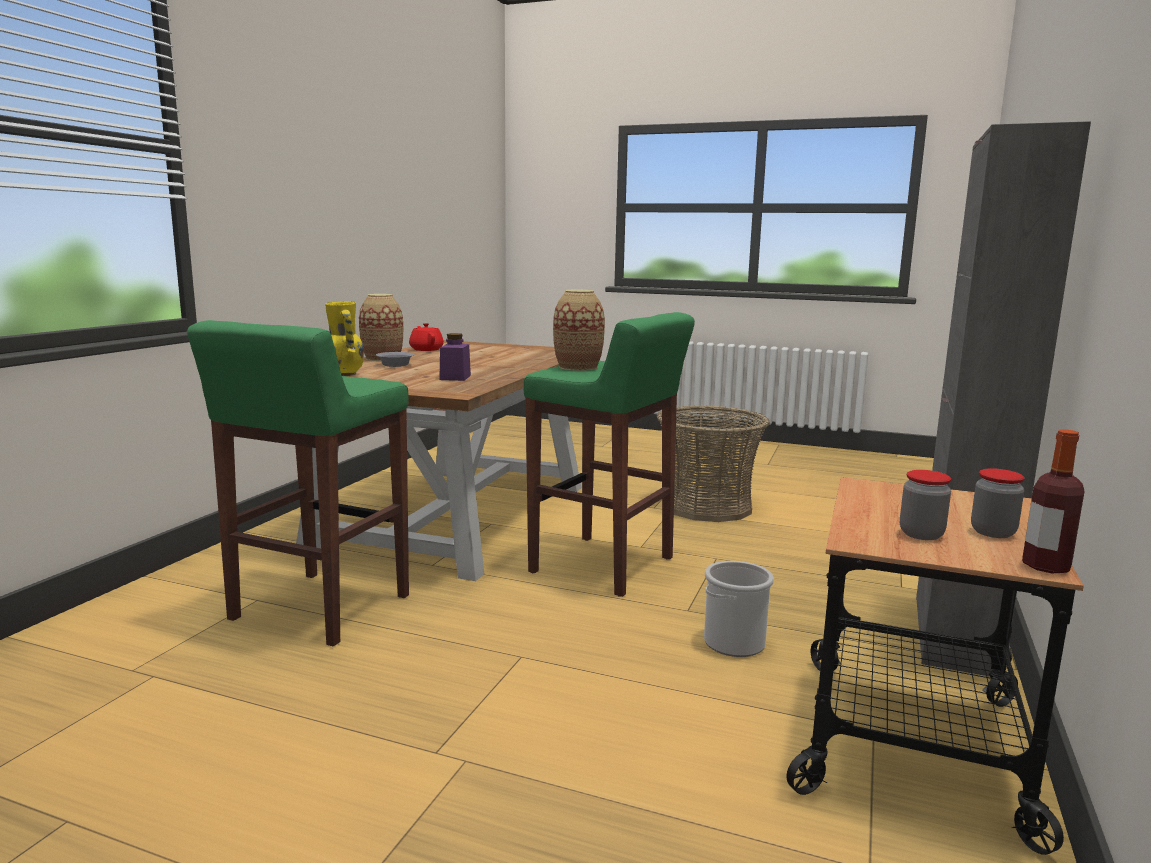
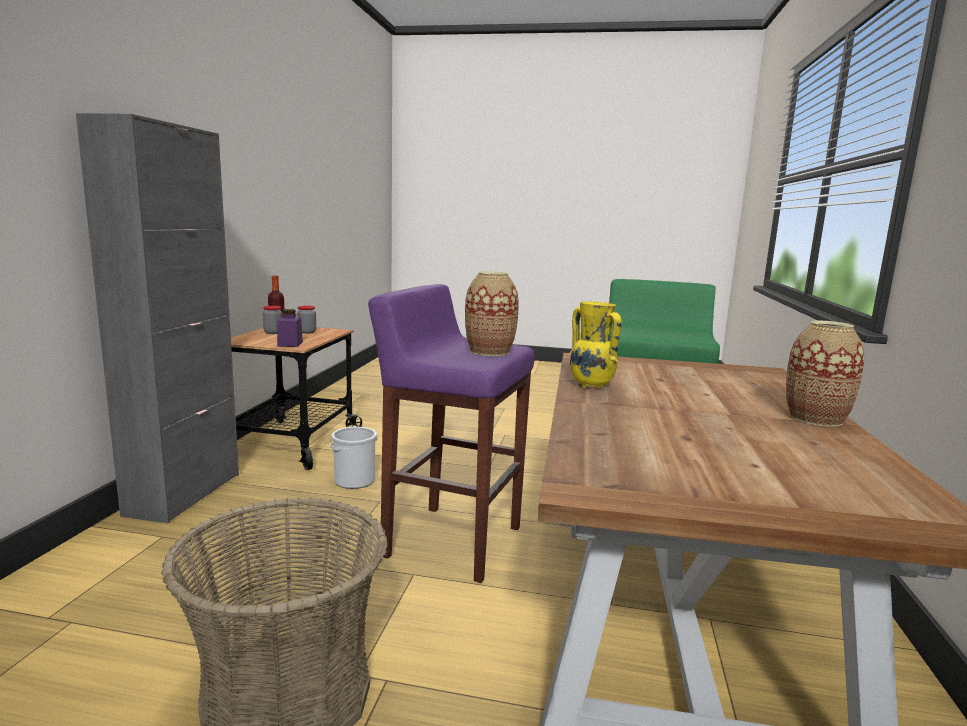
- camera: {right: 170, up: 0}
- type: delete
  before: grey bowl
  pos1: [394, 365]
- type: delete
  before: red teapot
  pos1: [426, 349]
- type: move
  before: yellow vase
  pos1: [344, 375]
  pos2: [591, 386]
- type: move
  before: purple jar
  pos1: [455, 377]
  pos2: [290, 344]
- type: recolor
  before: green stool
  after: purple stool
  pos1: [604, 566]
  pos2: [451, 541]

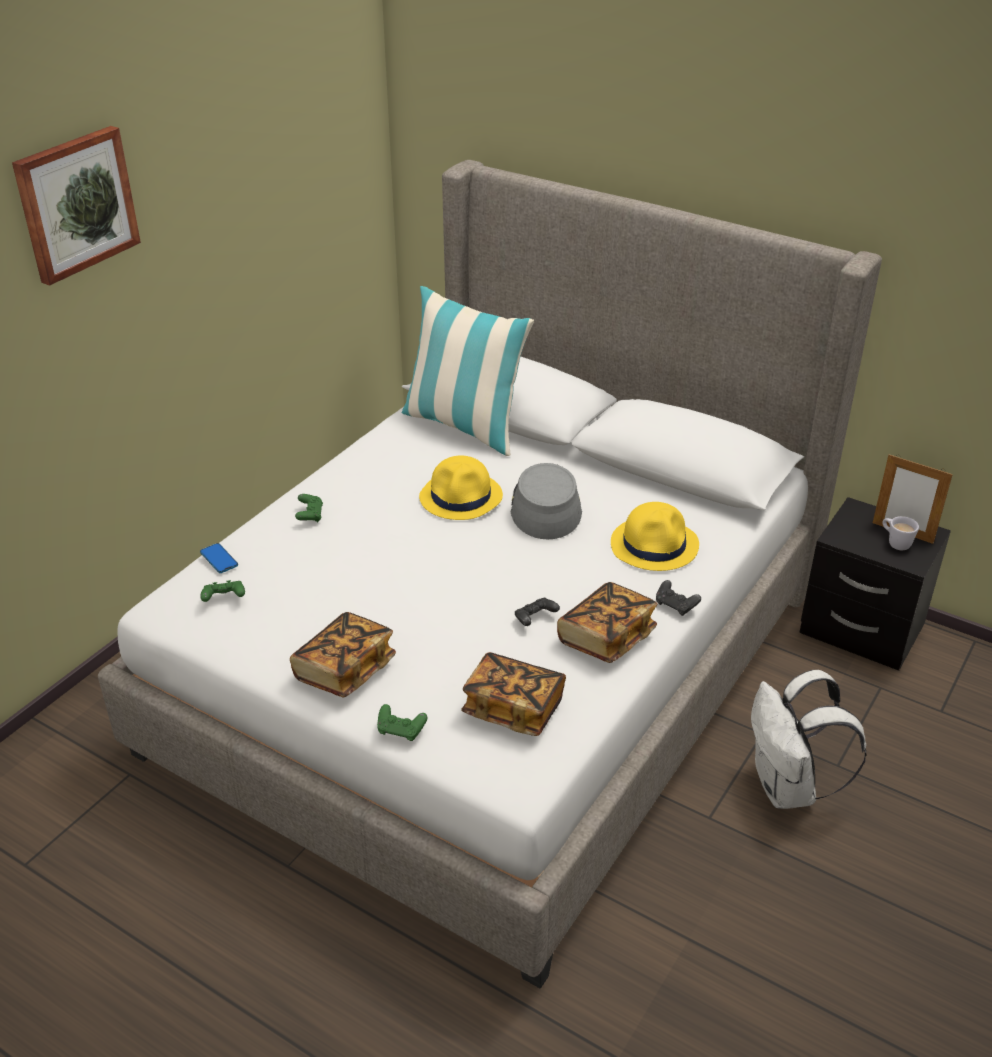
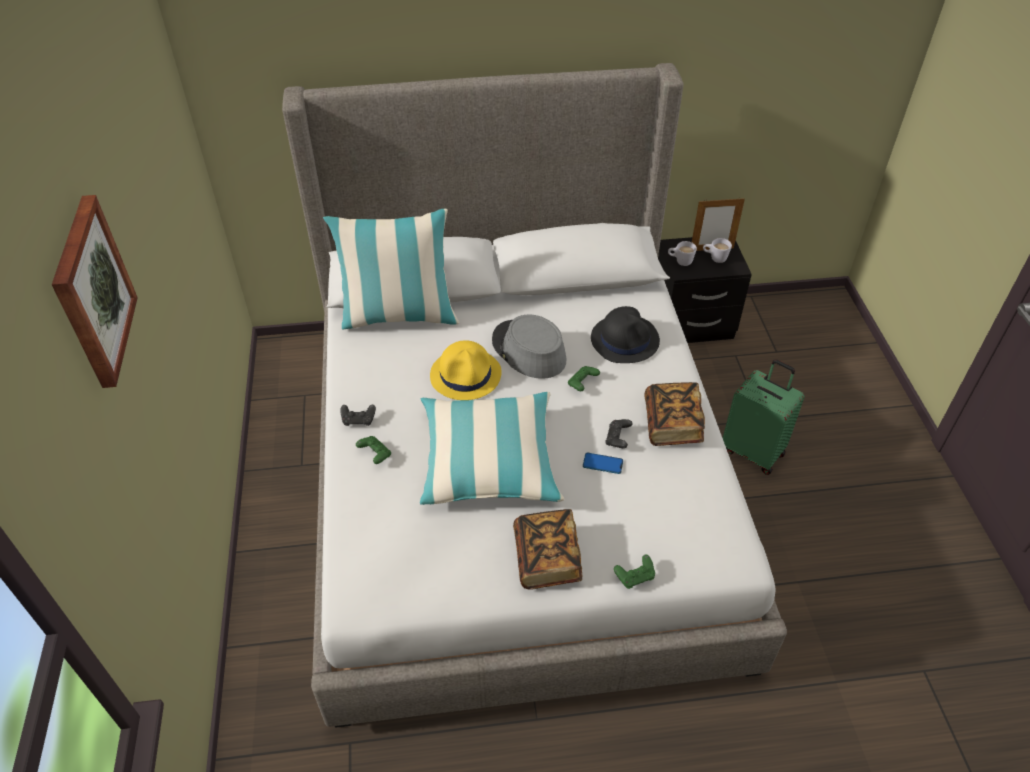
- camera: {right: -40, up: 10}
- type: delete
  before: book
  pos1: [513, 708]
- type: insert
  after: pillow
  pos2: [489, 460]
- type: insert
  after: white mug
  pos2: [680, 261]
- type: move
  before: phone
  pos1: [219, 559]
  pos2: [602, 464]
- type: move
  before: green game controller
  pos1: [224, 598]
  pos2: [582, 383]
- type: move
  before: black game controller
  pos1: [676, 605]
  pos2: [359, 420]
- type: replace
  before: white backpack
  after: green suitcase
  pos1: [788, 788]
  pos2: [753, 451]
- type: recolor
  before: yellow hat
  after: black hat
  pos1: [655, 545]
  pos2: [625, 339]

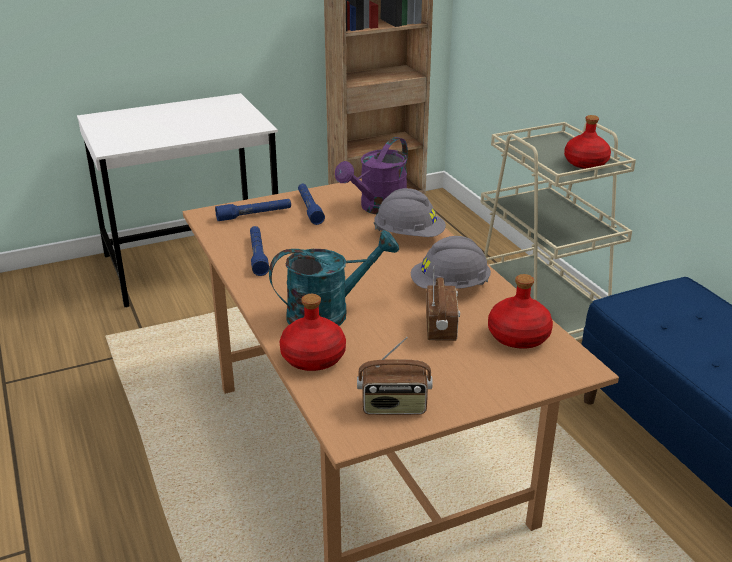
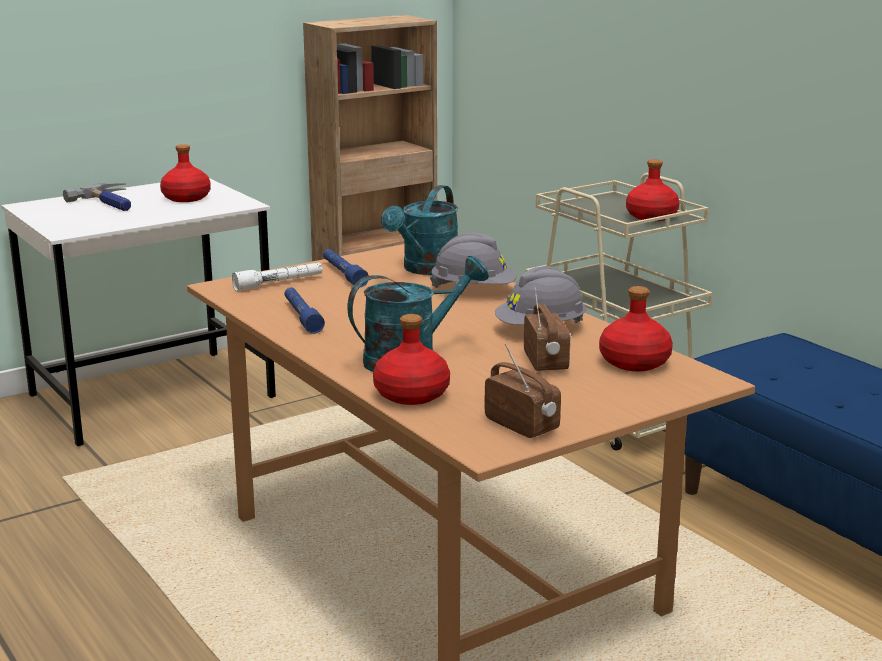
- camera: {right: -10, up: -10}
- type: insert
  after: hammer
  pos2: [111, 203]
- type: insert
  after: red bottle
  pos2: [186, 198]
- type: recolor
  before: blue flashlight
  after: white flashlight
  pos1: [254, 215]
  pos2: [279, 283]
- type: recolor
  before: purple watering can
  after: turquoise watering can
  pos1: [378, 208]
  pos2: [426, 269]
- type: rotate
  before: radio
  pos1: [394, 407]
  pos2: [522, 425]
  turn: -120

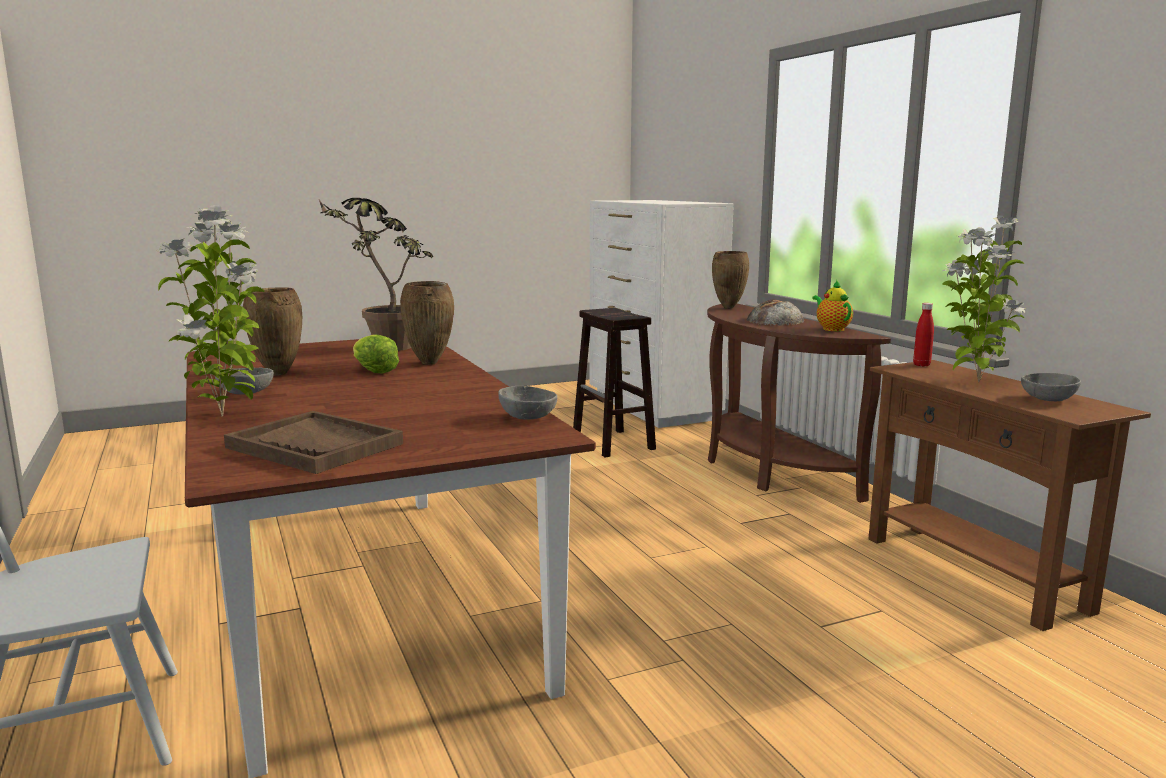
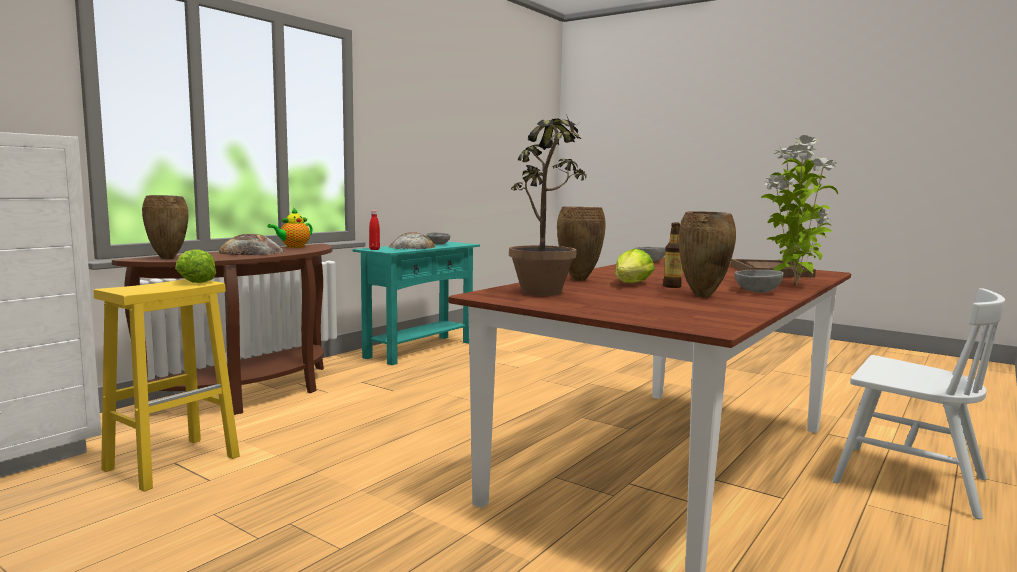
- camera: {right: -120, up: -5}
- type: insert
  after: lettuce
  pos2: [194, 281]
- type: insert
  after: bottle
  pos2: [672, 286]
- type: replace
  before: potted plant
  after: bread
  pos1: [975, 382]
  pos2: [412, 247]
- type: recolor
  before: brown stool
  after: yellow stool
  pos1: [614, 443]
  pos2: [174, 462]
- type: recolor
  before: brown console table
  after: turquoise console table
  pos1: [973, 573]
  pos2: [420, 349]

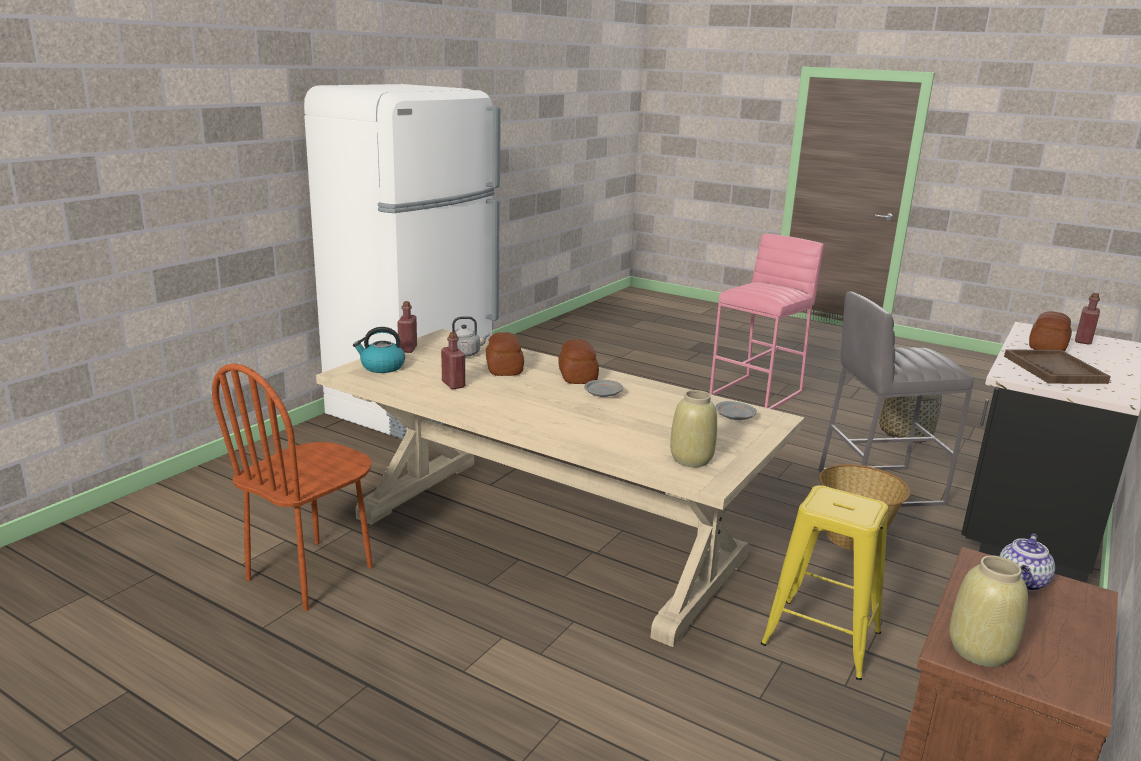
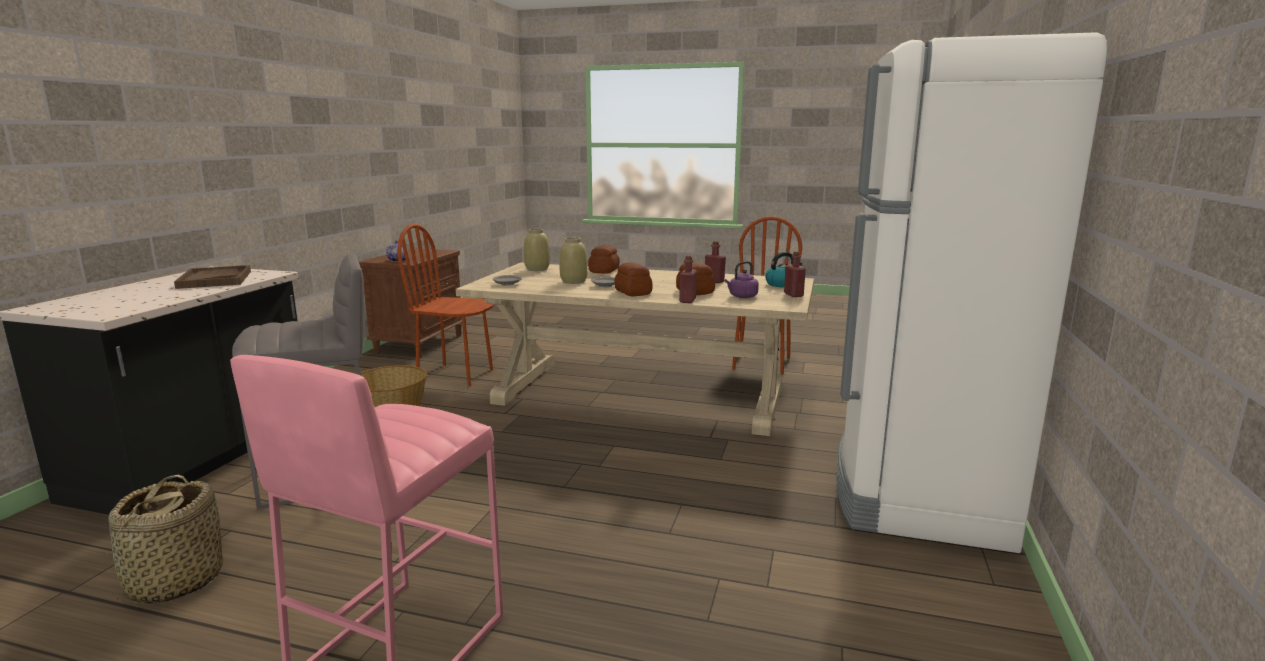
- camera: {right: 165, up: -5}
- type: move
  before: beige vase
  pos1: [979, 651]
  pos2: [574, 281]
- type: move
  before: bread
  pos1: [1046, 347]
  pos2: [604, 270]
- type: move
  before: red bottle
  pos1: [1083, 341]
  pos2: [687, 301]
- type: replace
  before: yellow stool
  after: brown chair
  pos1: [821, 638]
  pos2: [456, 375]
- type: recolor
  before: grey kettle
  after: purple kettle
  pos1: [466, 354]
  pos2: [742, 296]

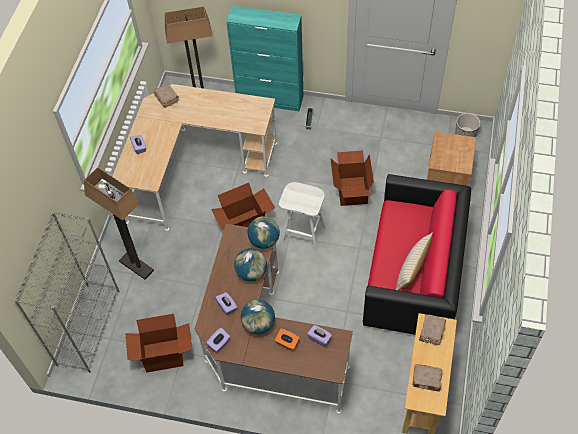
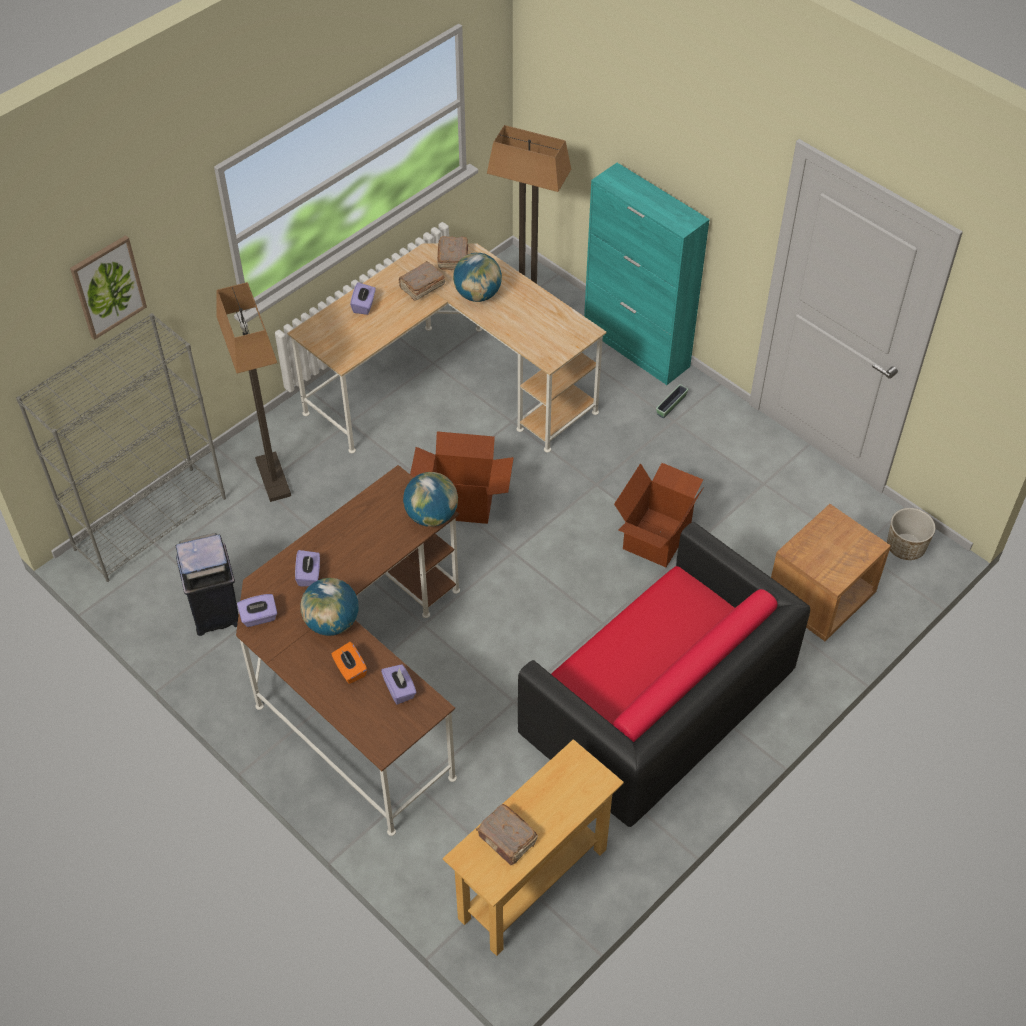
- camera: {right: 30, up: -5}
- type: delete
  before: white stool
  pos1: [304, 234]
- type: delete
  before: beige pillow
  pos1: [412, 269]
- type: insert
  after: picture
  pos2: [108, 286]
- type: move
  before: globe
  pos1: [251, 272]
  pos2: [478, 295]
- type: move
  before: brown book
  pos1: [431, 332]
  pos2: [421, 287]
- type: replace
  before: cardboard box
  after: black trash can
  pos1: [163, 354]
  pos2: [216, 613]

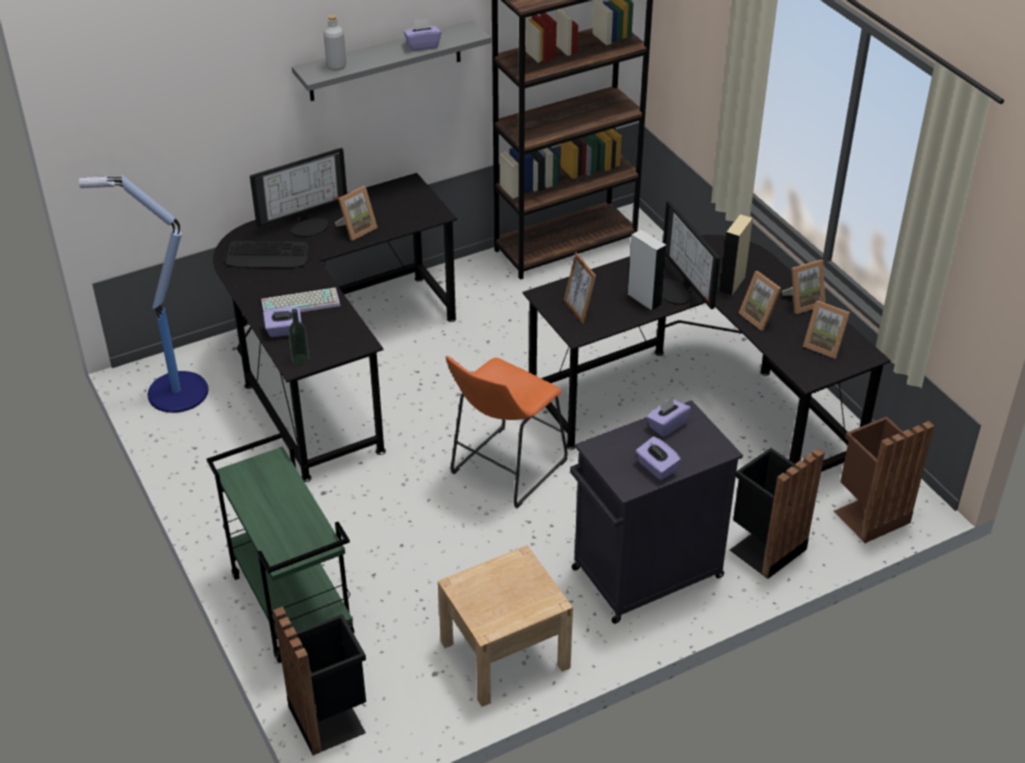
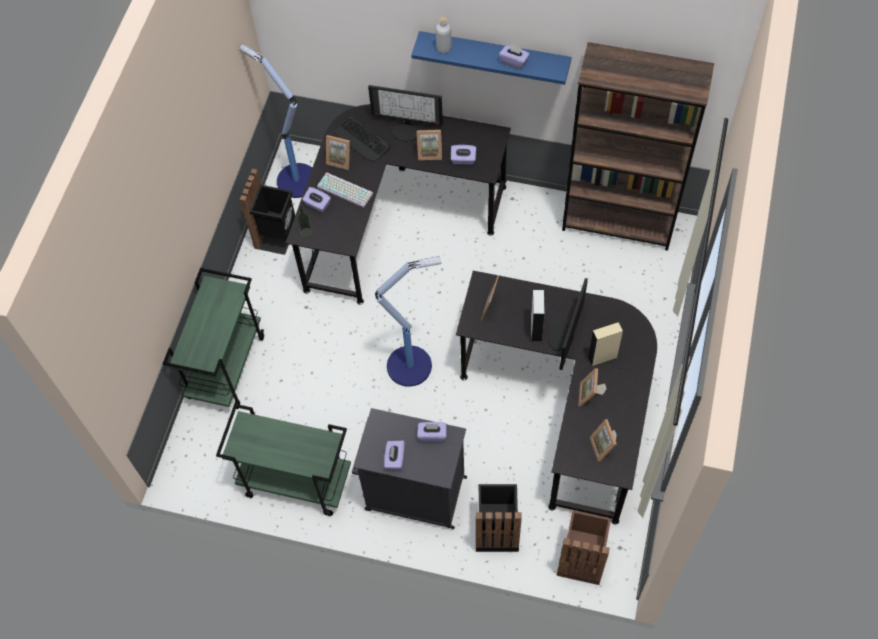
- camera: {right: 45, up: 20}
- type: insert
  after: purple tissue box
  pos2: [463, 160]
- type: move
  before: black trash can
  pos1: [330, 718]
  pos2: [277, 236]
- type: move
  before: picture frame
  pos1: [802, 302]
  pos2: [340, 159]
- type: replace
  before: beige nightstand
  after: green cart
  pos1: [505, 655]
  pos2: [295, 482]
- type: replace
  before: orange stool
  after: floor lamp
  pos1: [504, 470]
  pos2: [411, 365]
- type: recolor
  before: grey shelf
  after: blue shelf
  pos1: [385, 61]
  pos2: [494, 54]

